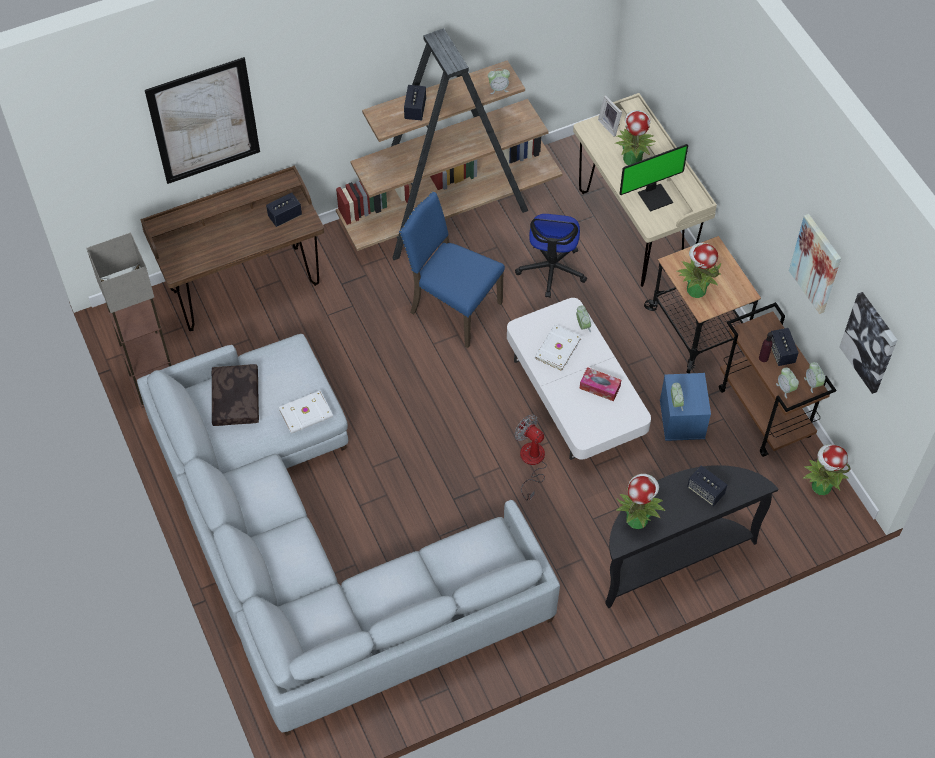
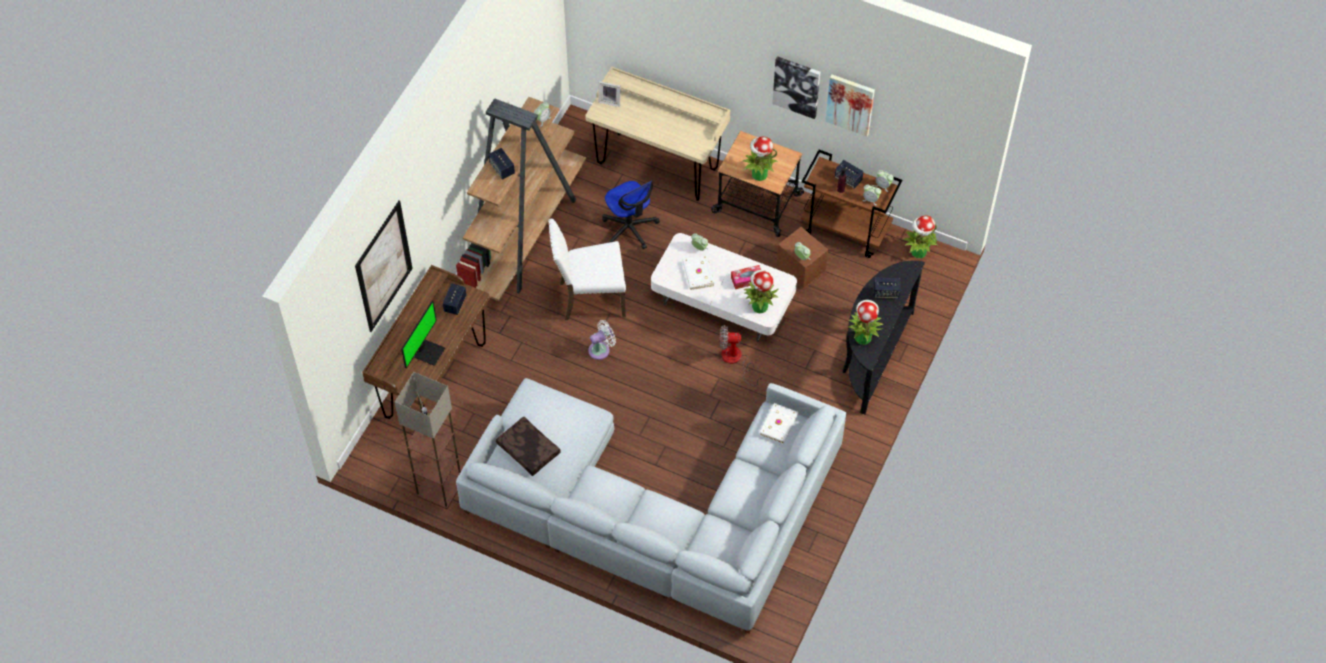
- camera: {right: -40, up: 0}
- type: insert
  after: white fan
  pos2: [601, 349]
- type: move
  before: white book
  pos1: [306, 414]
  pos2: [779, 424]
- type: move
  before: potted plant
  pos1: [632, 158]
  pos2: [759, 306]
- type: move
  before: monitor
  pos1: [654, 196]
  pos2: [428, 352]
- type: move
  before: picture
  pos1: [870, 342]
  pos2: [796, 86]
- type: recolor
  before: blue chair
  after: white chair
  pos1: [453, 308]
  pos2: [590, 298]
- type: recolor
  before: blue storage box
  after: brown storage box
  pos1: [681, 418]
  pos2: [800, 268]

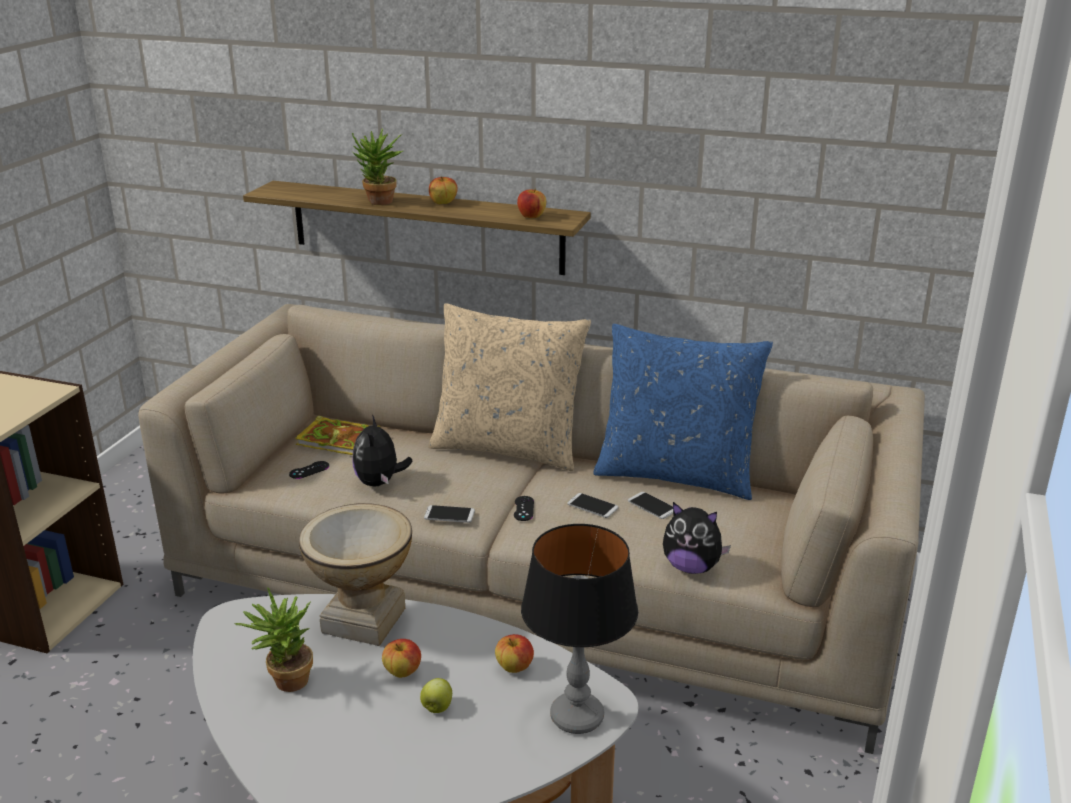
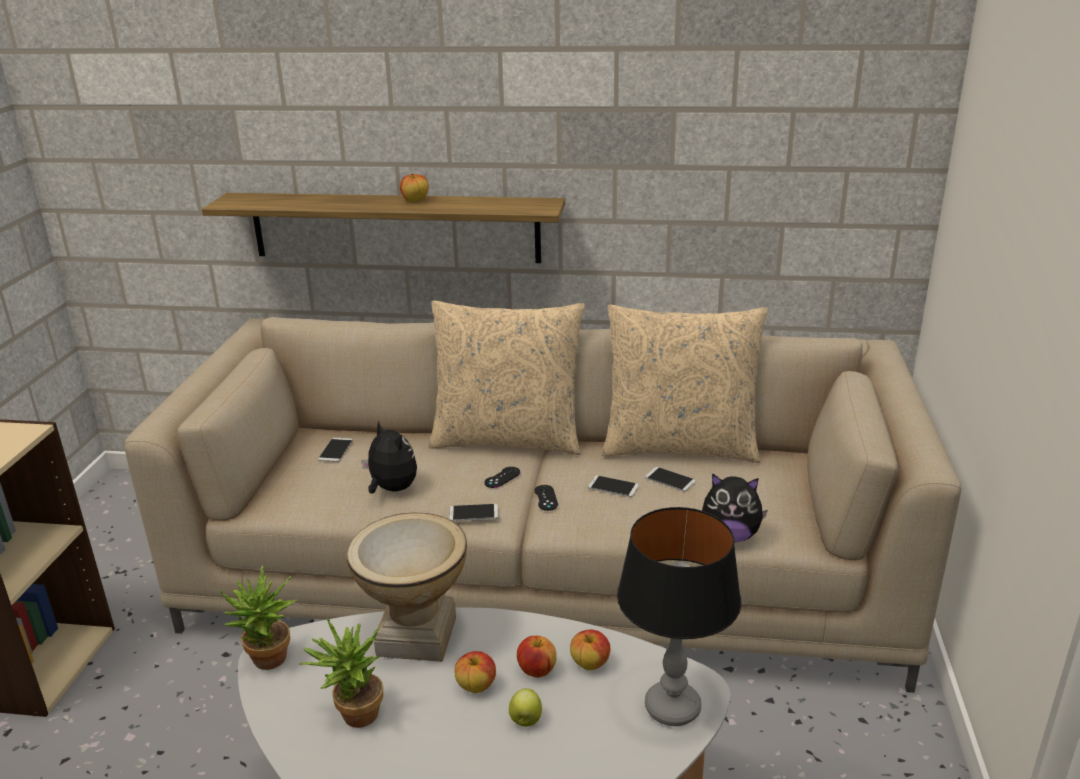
- camera: {right: -10, up: 0}
- type: move
  before: black game controller
  pos1: [309, 470]
  pos2: [502, 477]
- type: move
  before: potted plant
  pos1: [379, 203]
  pos2: [268, 663]
- type: move
  before: apple
  pos1: [531, 216]
  pos2: [537, 670]
- type: replace
  before: book
  after: phone
  pos1: [340, 440]
  pos2: [335, 450]
- type: recolor
  before: blue pillow
  after: beige pillow
  pos1: [676, 474]
  pos2: [680, 446]
- type: rotate
  before: plush toy
  pos1: [380, 483]
  pos2: [391, 489]
  turn: 150

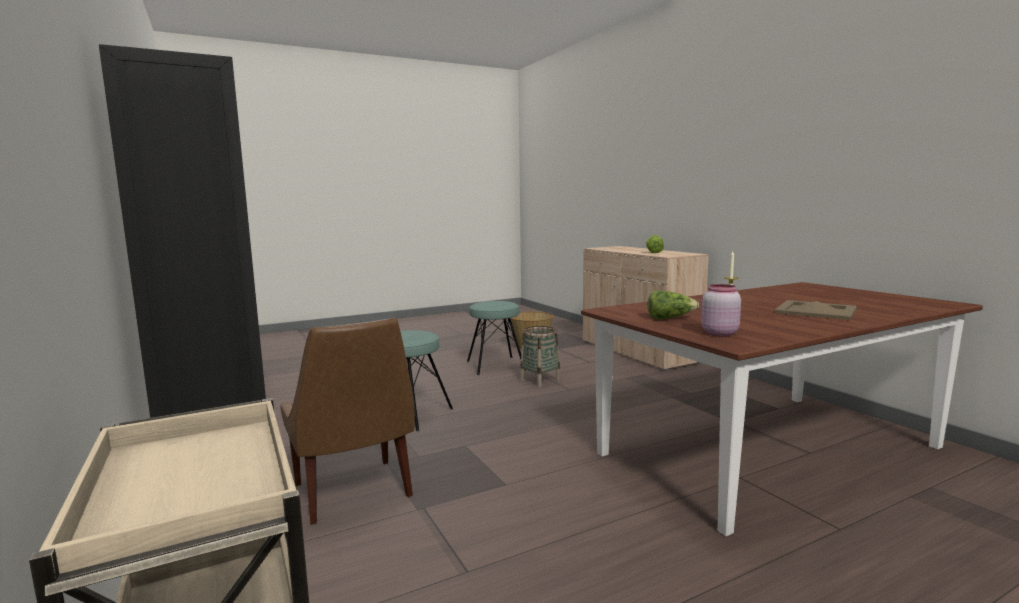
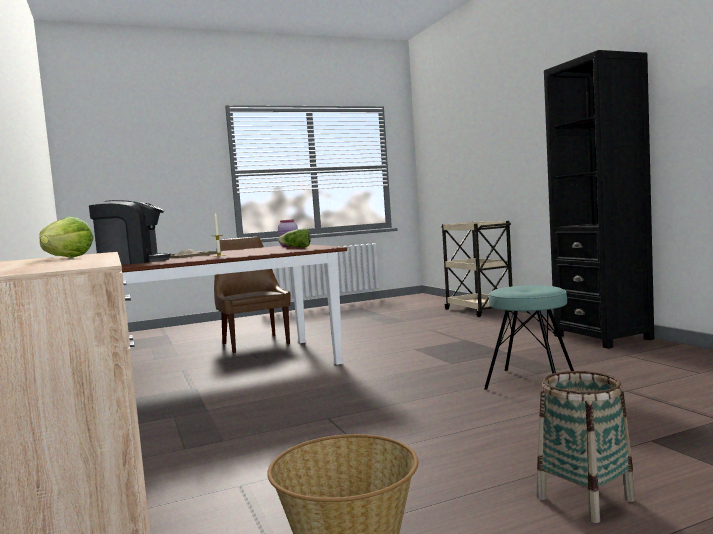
- camera: {right: -175, up: -5}
- type: delete
  before: turquoise stool
  pos1: [495, 365]
- type: insert
  after: coffee machine
  pos2: [132, 262]
- type: move
  before: brown chair
  pos1: [354, 493]
  pos2: [254, 343]
- type: move
  before: basket
  pos1: [540, 380]
  pos2: [585, 498]

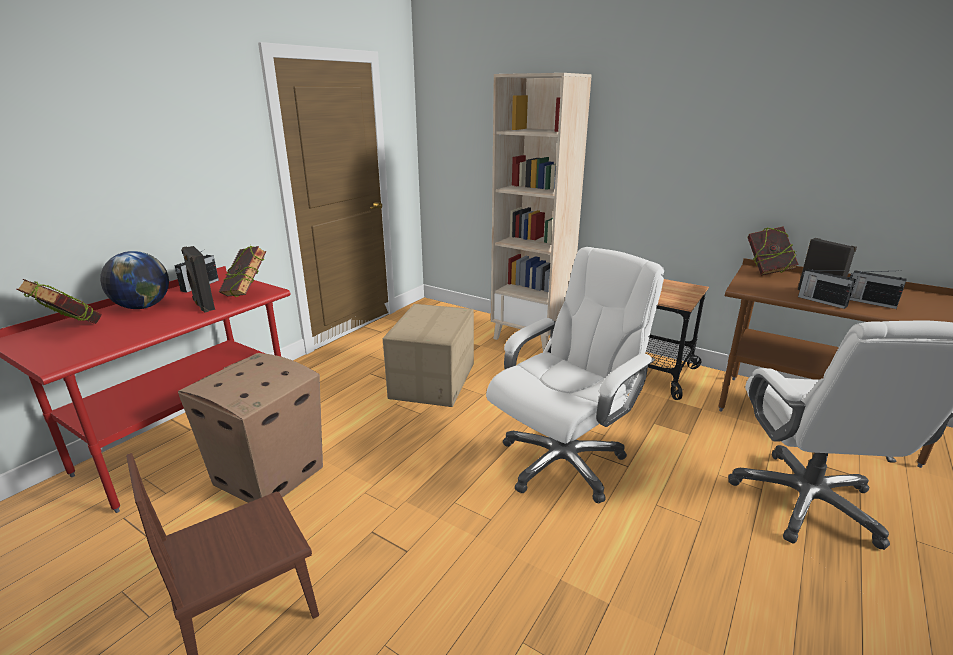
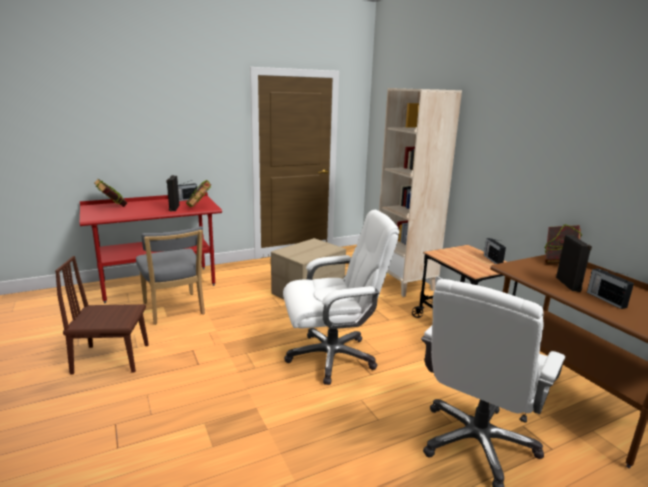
- camera: {right: 30, up: -5}
- type: delete
  before: globe
  pos1: [142, 307]
- type: move
  before: radio
  pos1: [821, 301]
  pos2: [492, 260]
- type: replace
  before: cardboard box
  after: grey chair
  pos1: [267, 476]
  pos2: [174, 310]

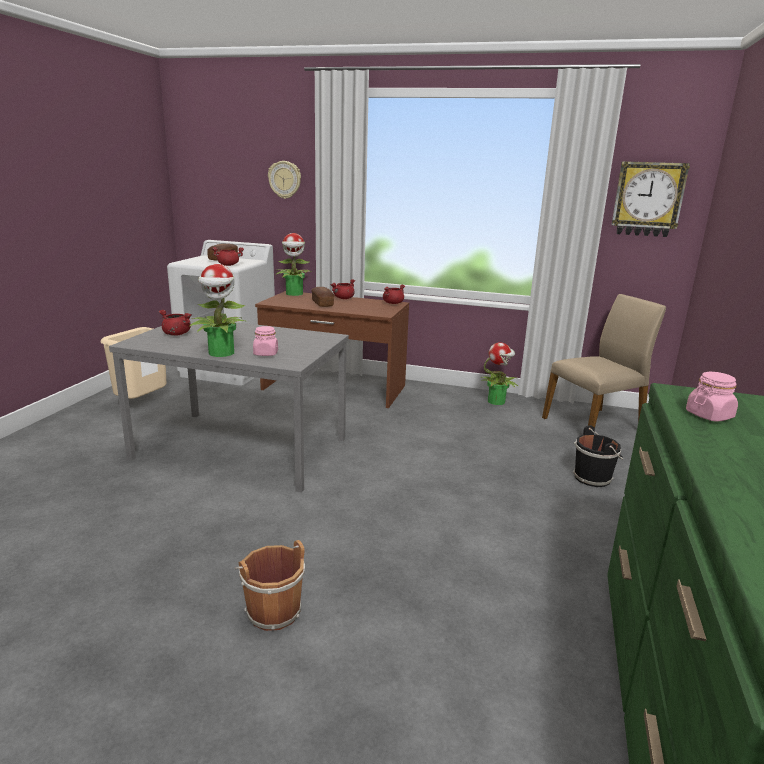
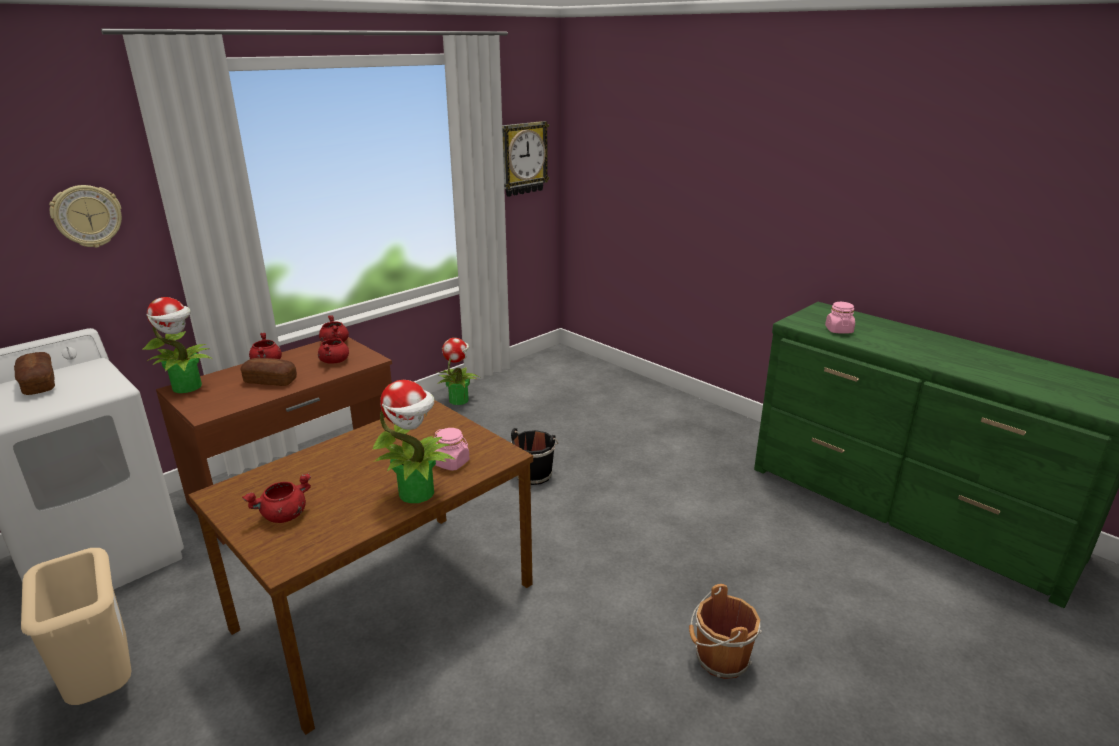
- camera: {right: -60, up: 5}
- type: delete
  before: beige chair
  pos1: [593, 425]
- type: move
  before: red cooking pot
  pos1: [228, 265]
  pos2: [334, 361]
- type: move
  before: black bucket
  pos1: [593, 478]
  pos2: [534, 474]
- type: recolor
  before: grey dining table
  after: brown dining table
  pos1: [243, 448]
  pos2: [387, 604]

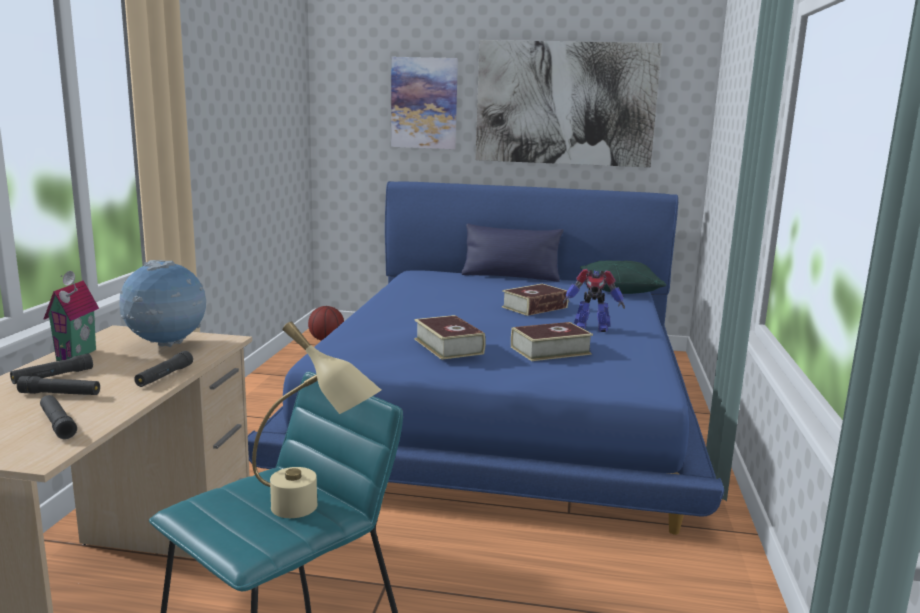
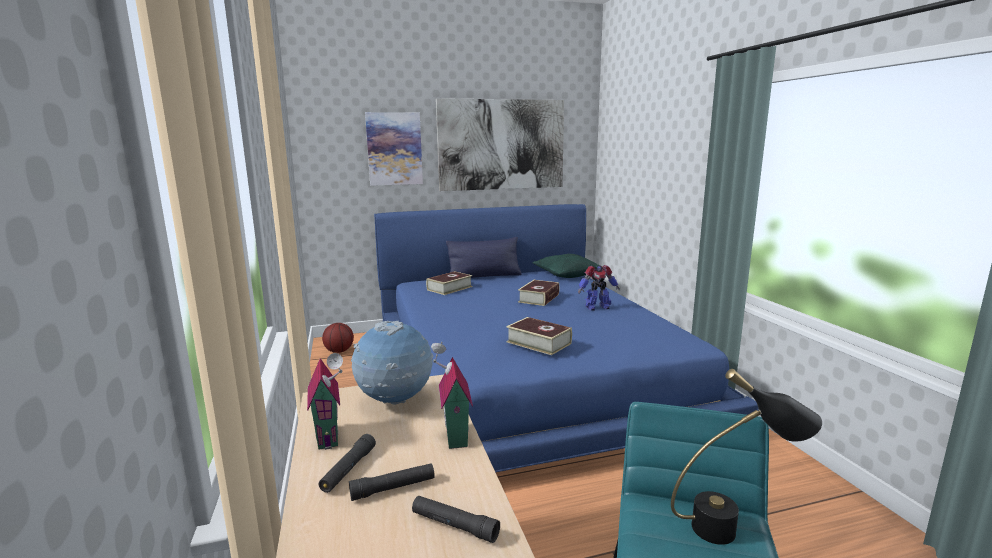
- camera: {right: -25, up: 0}
- type: move
  before: book
  pos1: [550, 350]
  pos2: [449, 288]
- type: replace
  before: black flashlight
  after: toy house
  pos1: [164, 376]
  pos2: [453, 436]
- type: recolor
  before: beige table lamp
  after: black table lamp
  pos1: [313, 512]
  pos2: [733, 528]

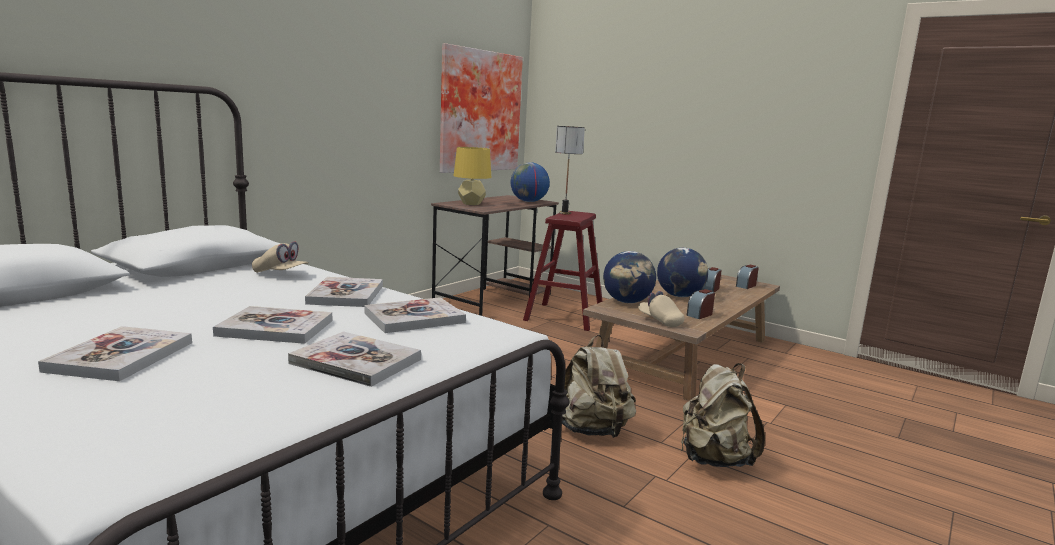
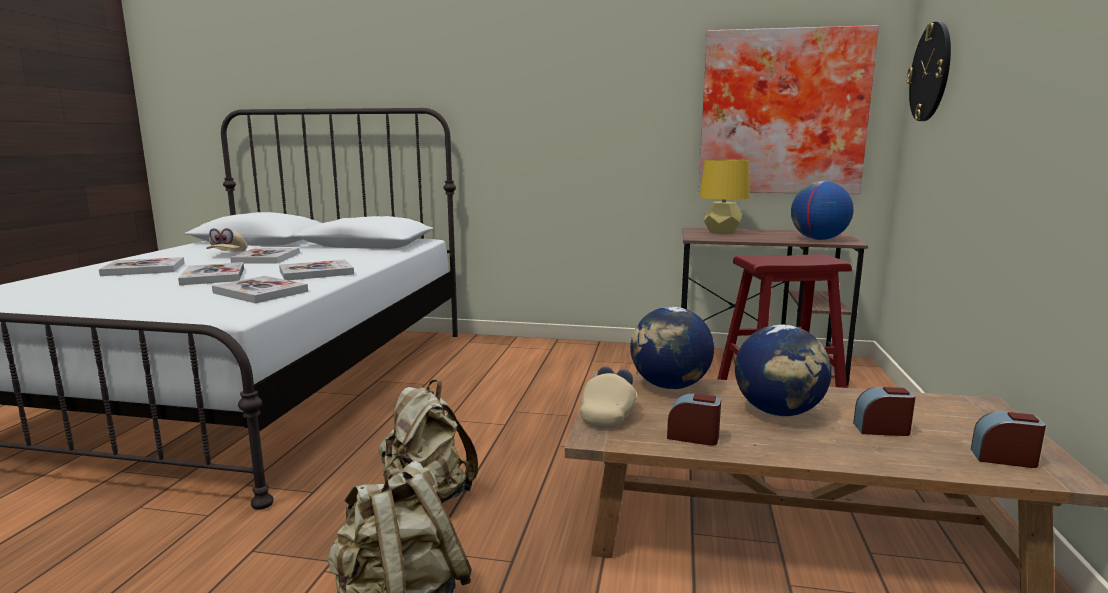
- camera: {right: 65, up: 0}
- type: delete
  before: table lamp
  pos1: [565, 213]
- type: insert
  after: wall clock
  pos2: [930, 72]
- type: move
  before: beige cap
  pos1: [280, 274]
  pos2: [228, 254]
- type: move
  before: book
  pos1: [356, 361]
  pos2: [267, 258]

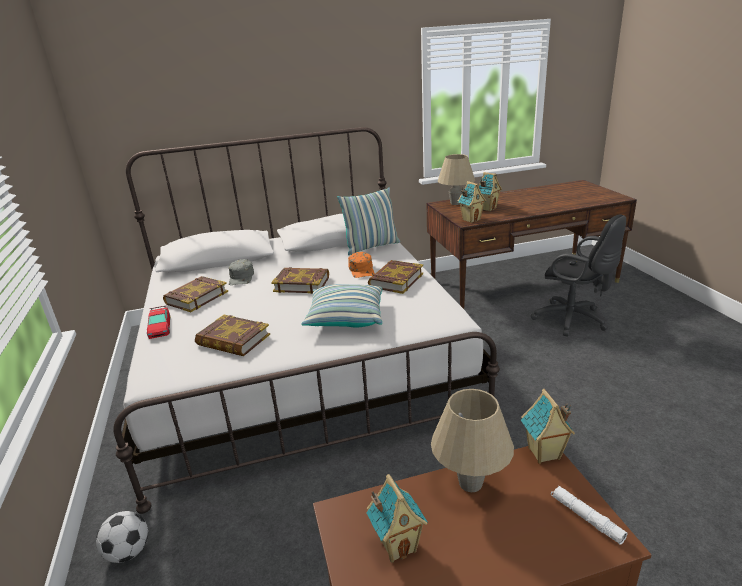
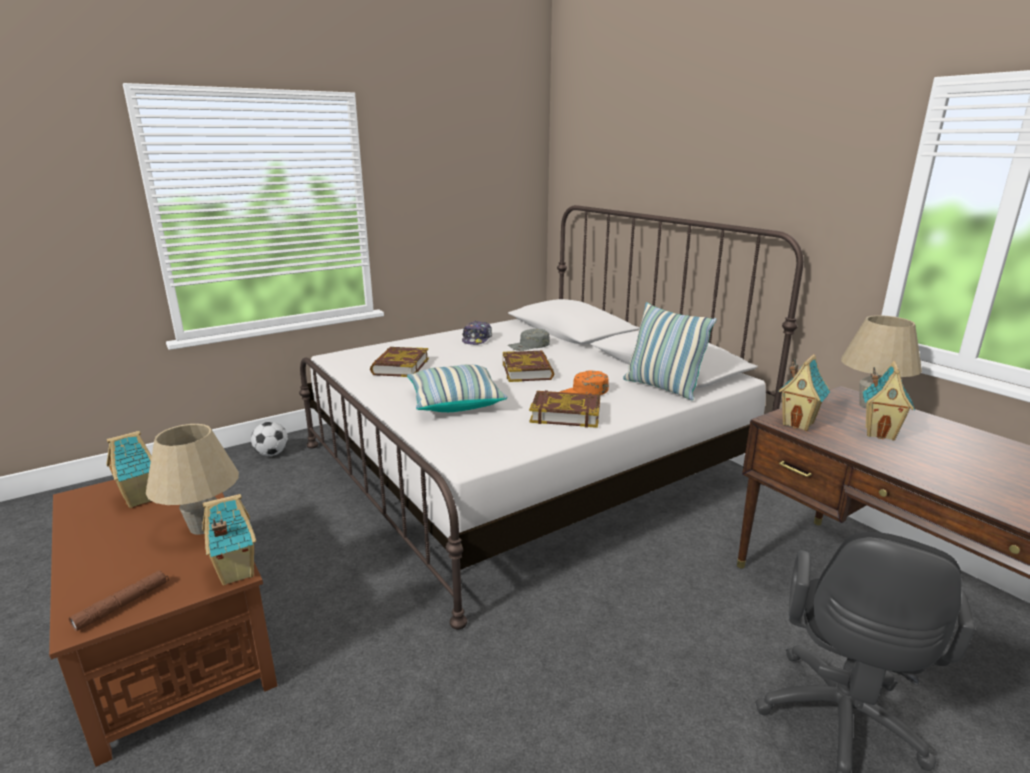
- camera: {right: 70, up: -5}
- type: delete
  before: toy car
  pos1: [159, 327]
- type: replace
  before: book
  after: cap
  pos1: [196, 297]
  pos2: [477, 339]
- type: recolor
  before: white flashlight
  after: brown flashlight
  pos1: [586, 518]
  pos2: [123, 605]

